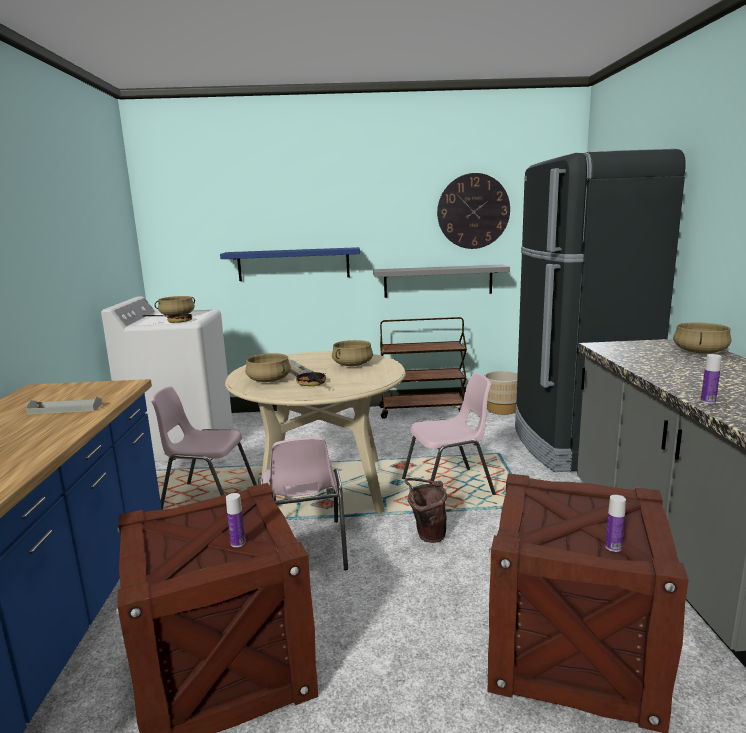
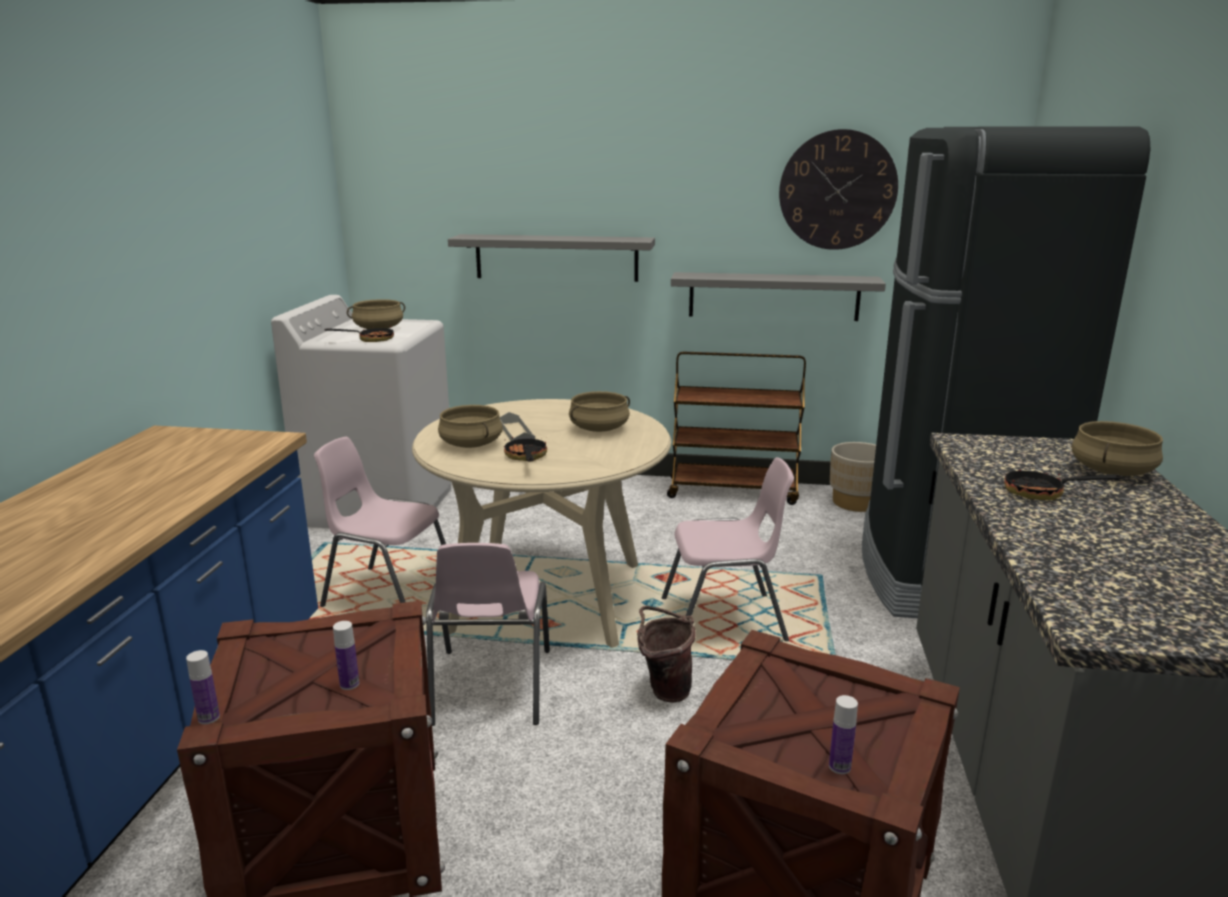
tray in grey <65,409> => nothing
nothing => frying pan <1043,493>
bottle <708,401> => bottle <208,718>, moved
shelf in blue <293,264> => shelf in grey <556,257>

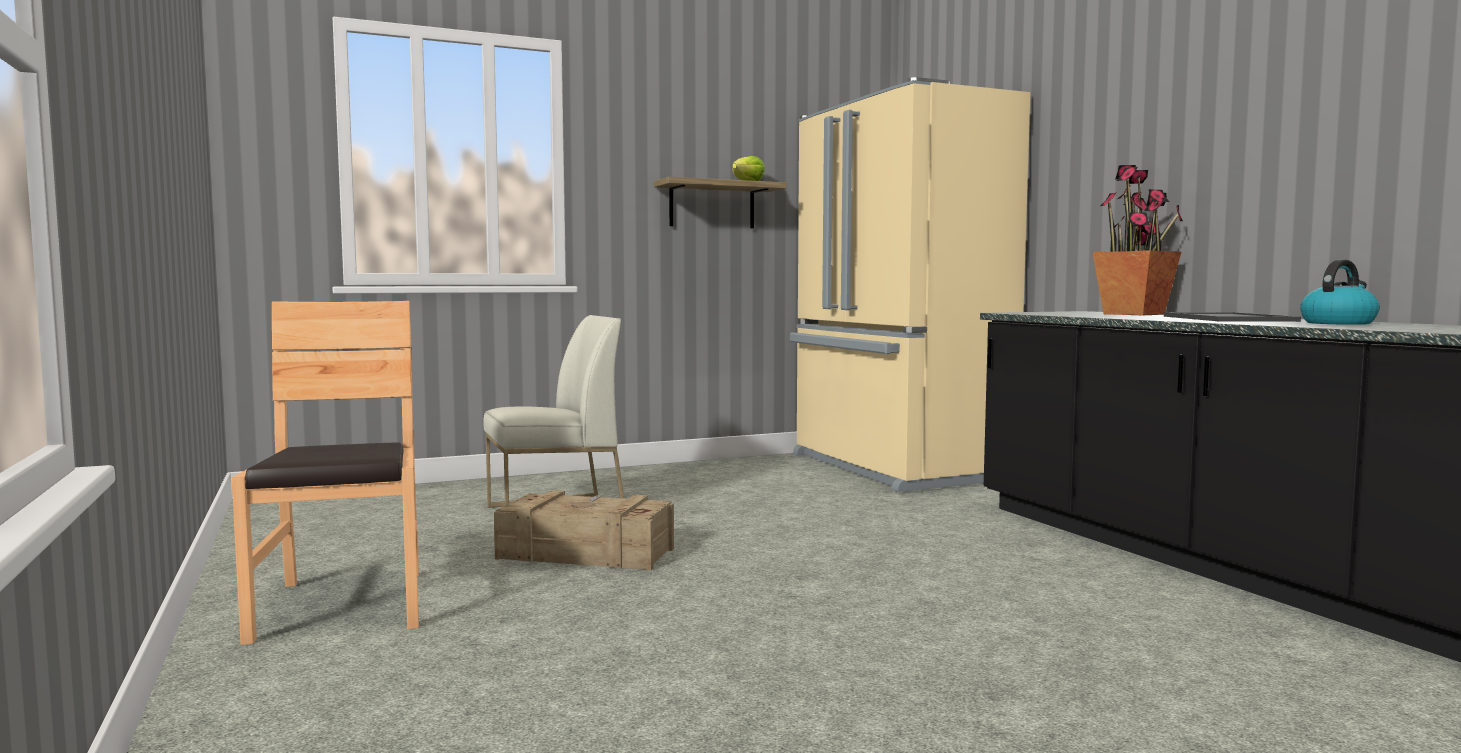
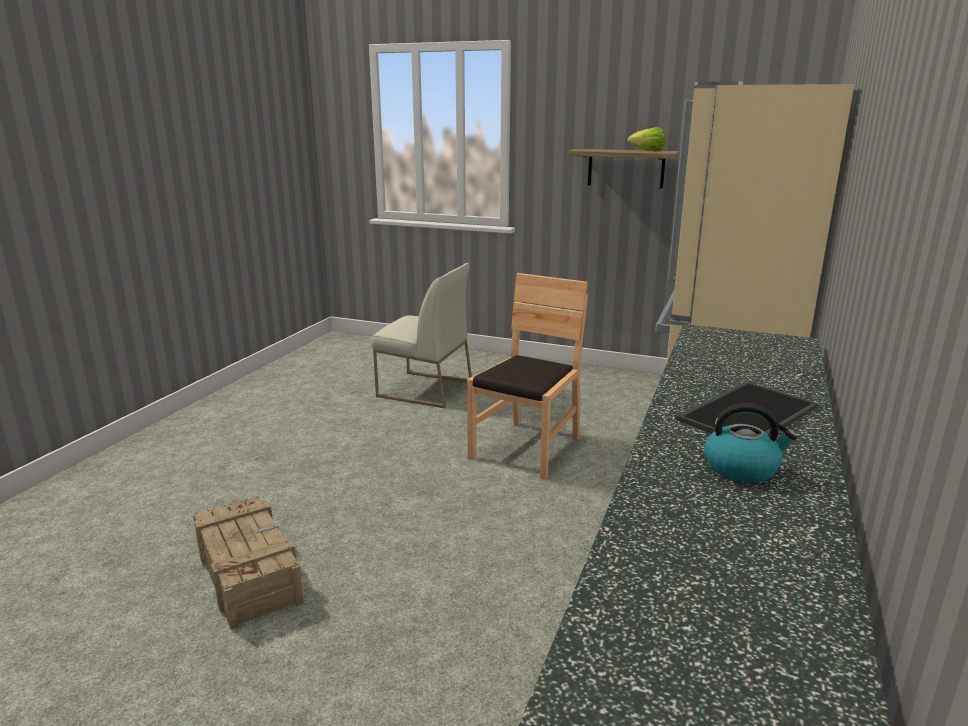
potted plant <1134,314> => nothing
chair in brown <344,605> => chair in brown <527,448>, moved
crate <585,553> => crate <249,573>, moved

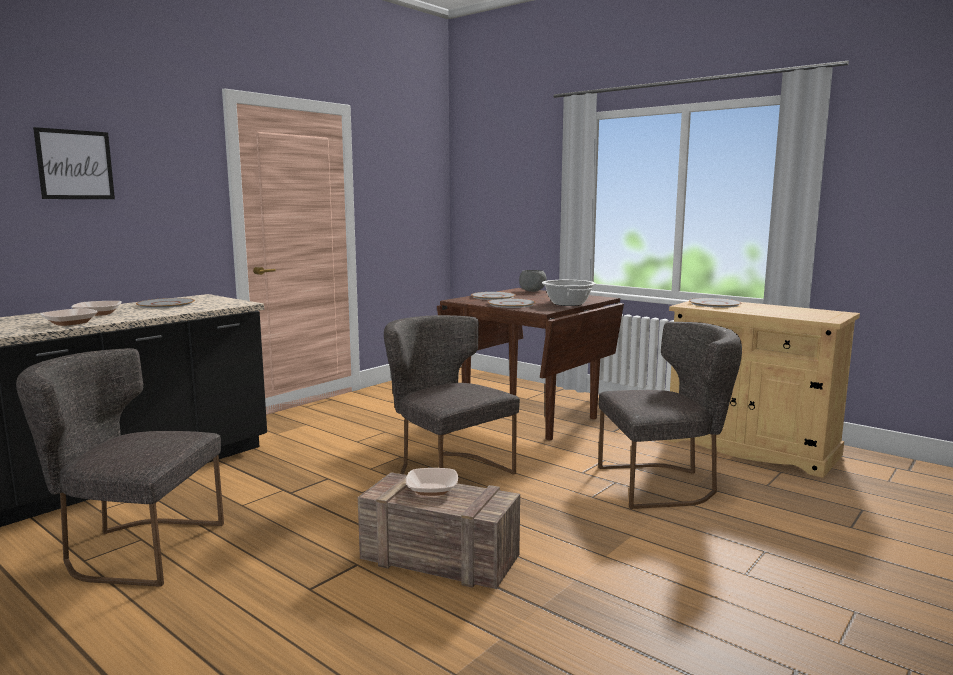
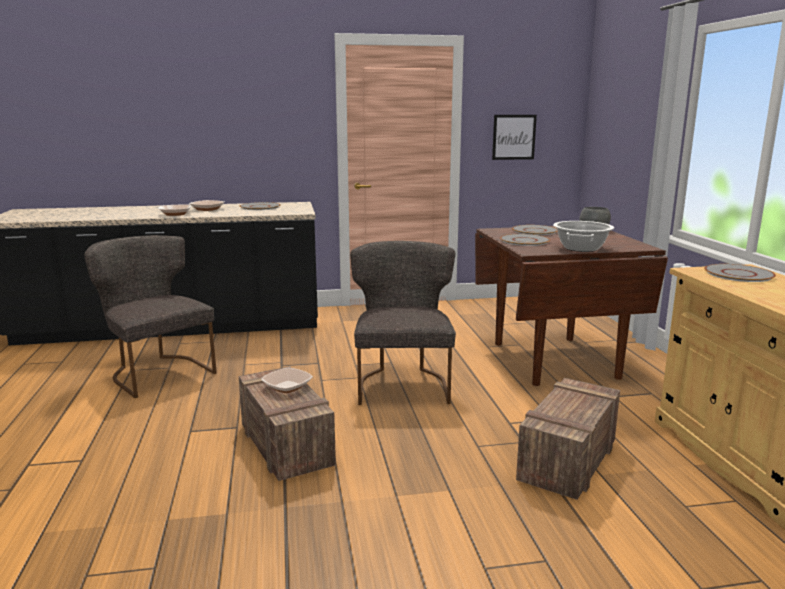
picture <75,164> => picture <514,137>, moved
chair in grey <664,484> => crate <567,461>

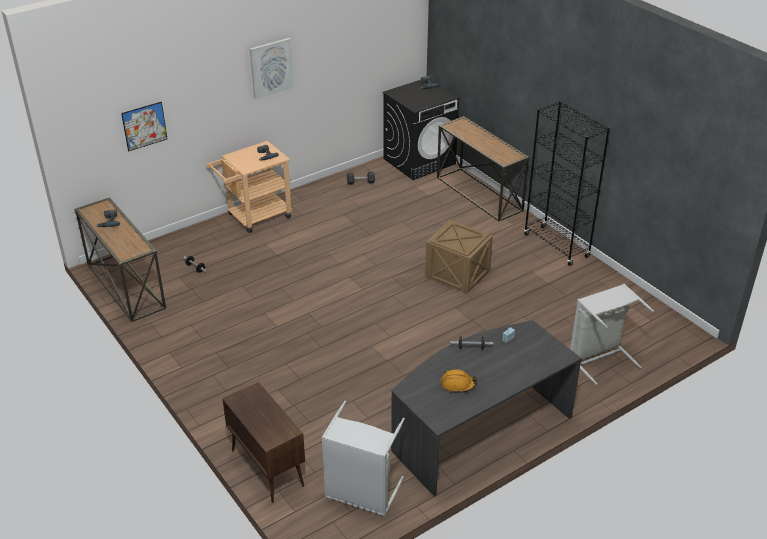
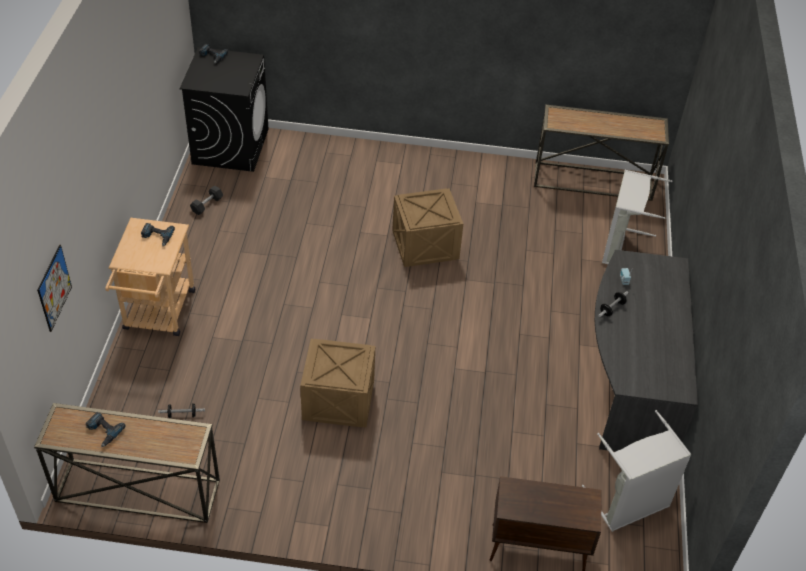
picture <271,68> => nothing
hard hat in orange <457,384> => nothing
bookcase in black <556,246> => nothing
nothing => crate <339,401>
console table <479,193> => console table <593,180>, moved

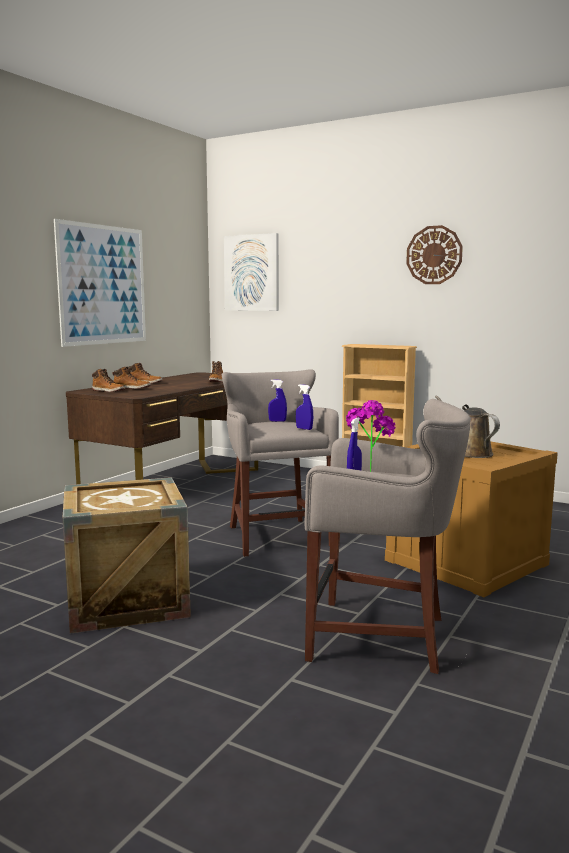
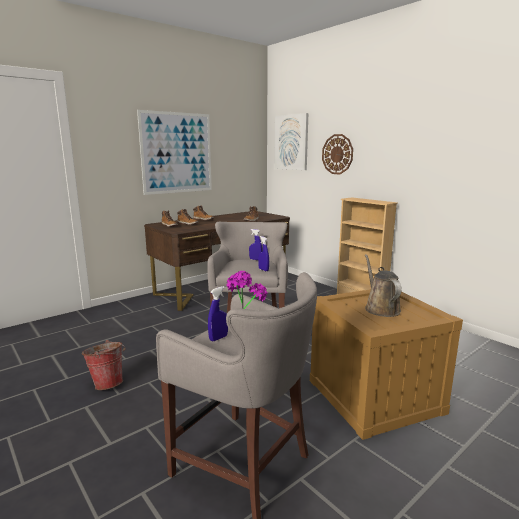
wall clock <434,255> => wall clock <337,154>, moved
crate <127,600> => bucket <108,383>

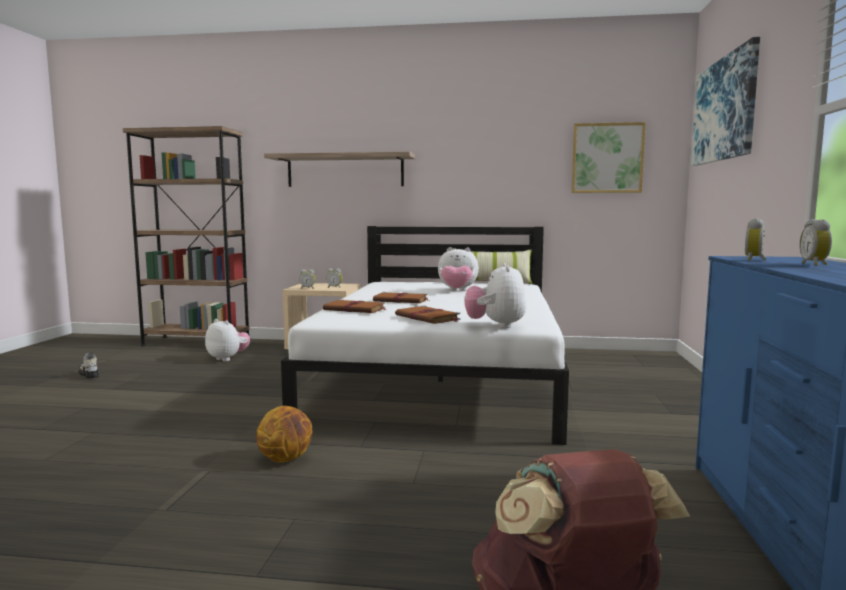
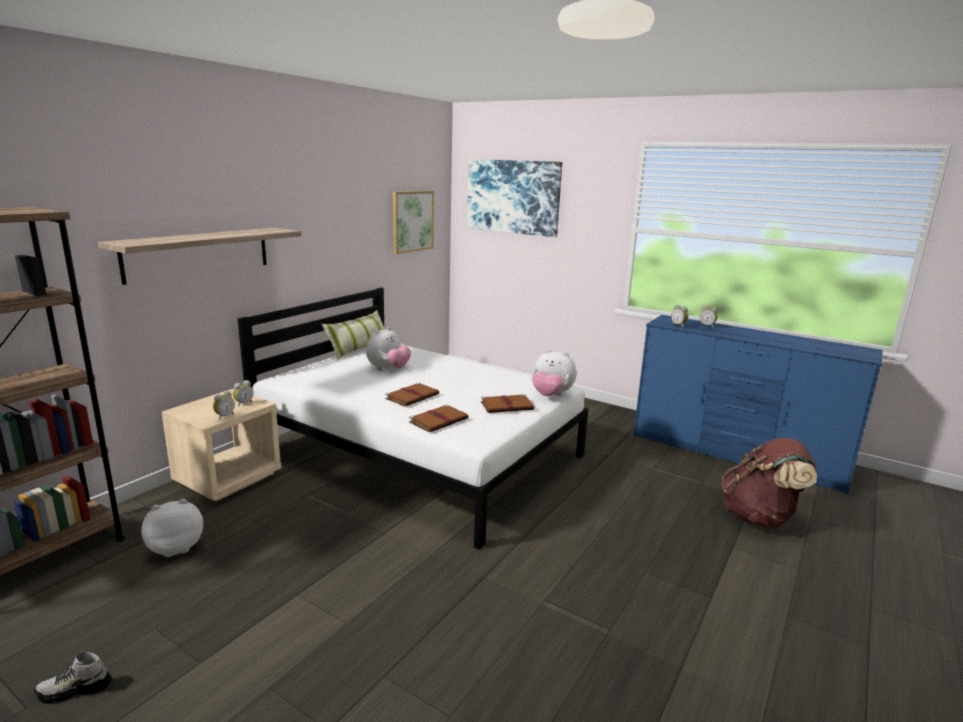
basketball <286,459> => nothing

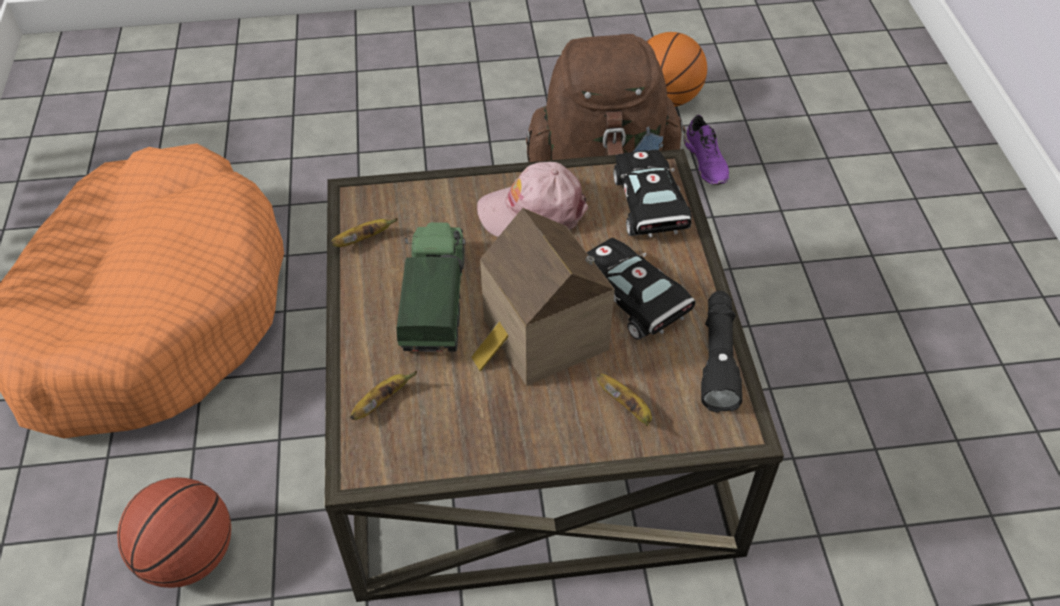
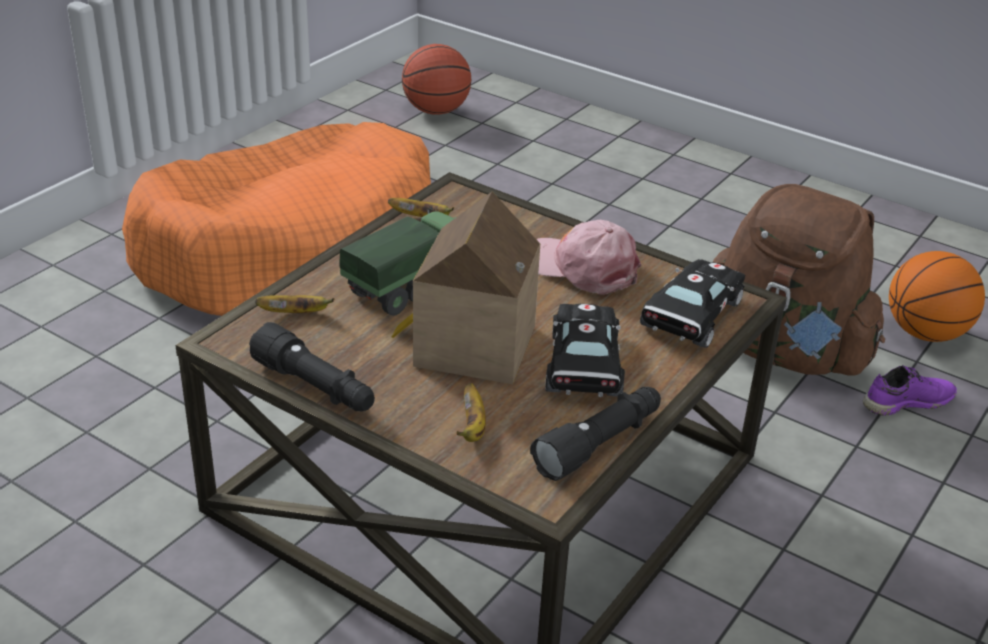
nothing => flashlight in black <315,387>
basketball <189,555> => basketball <436,111>, moved
shoe in purple <706,162> => shoe in purple <906,401>, 135 degrees counterclockwise

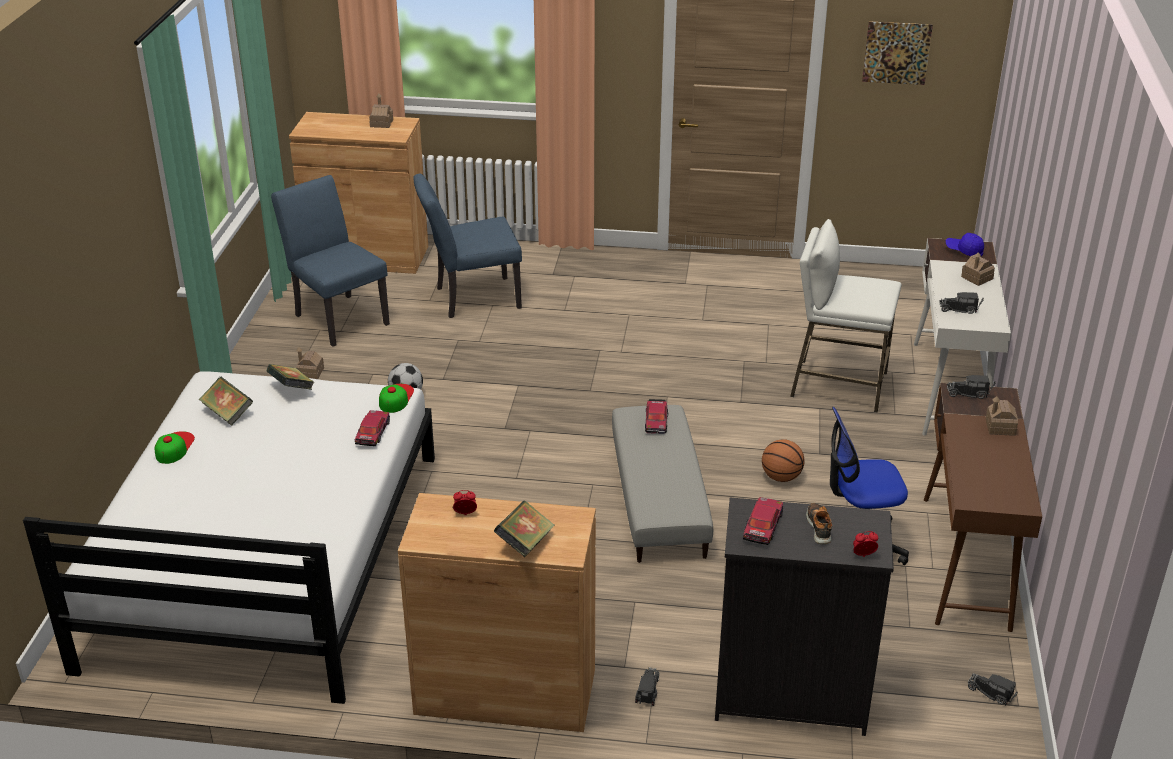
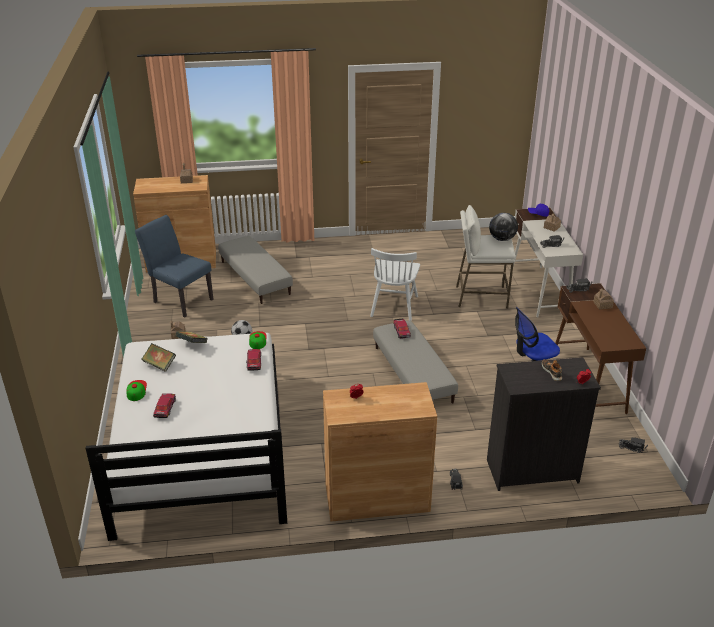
book <525,543> => nothing
basketball <781,477> => nothing
picture <896,53> => nothing
nothing => chair in white <394,306>
nothing => globe <502,239>
toy car <762,527> => toy car <164,409>, moved
chair in blue <471,298> => ottoman in grey <255,278>

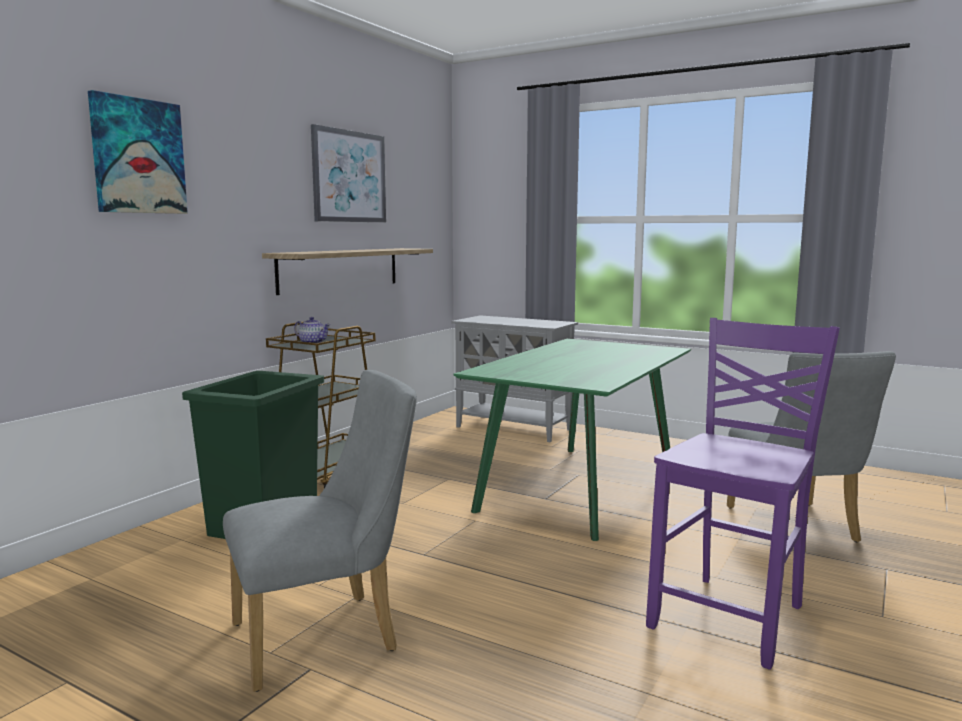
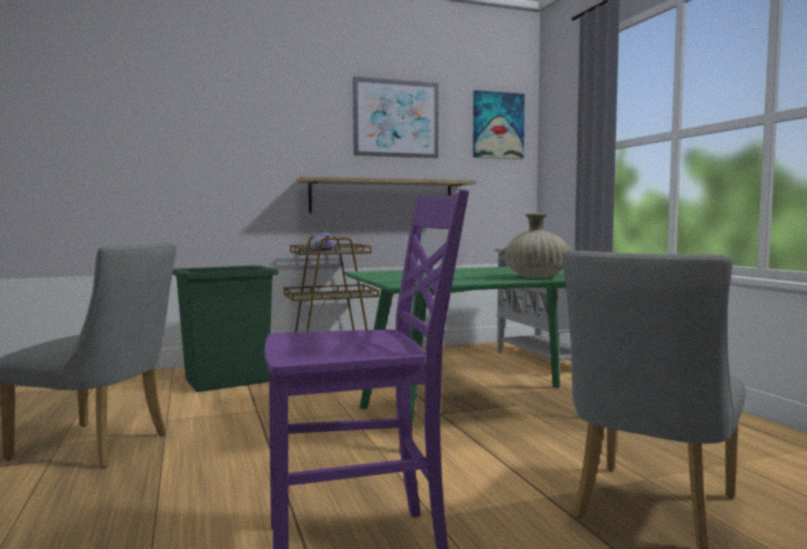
nothing => vase in beige <536,277>
picture <138,156> => picture <497,125>, moved

